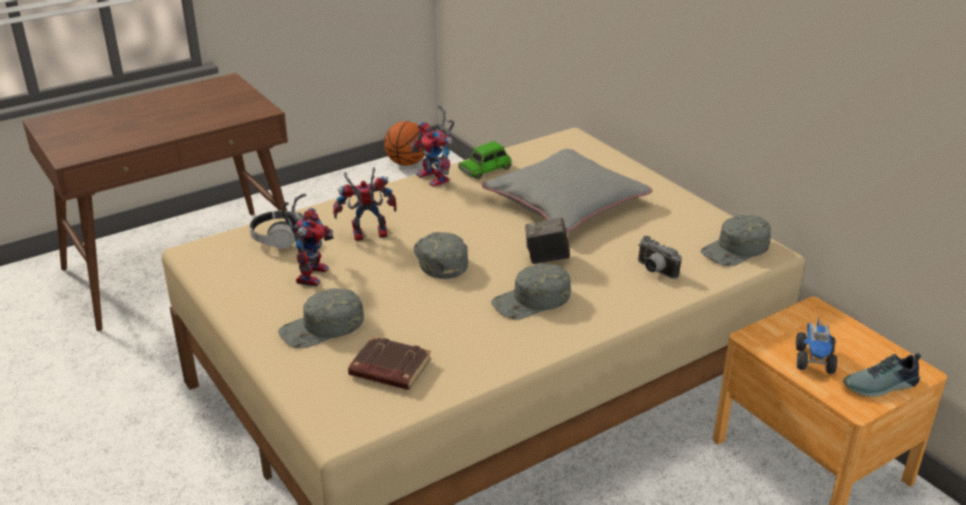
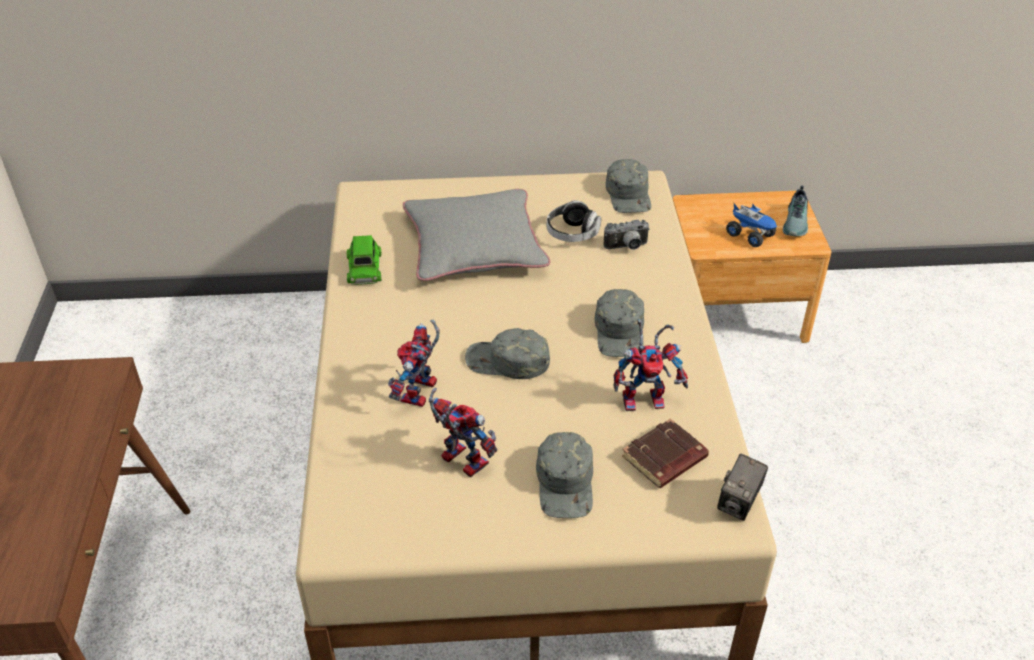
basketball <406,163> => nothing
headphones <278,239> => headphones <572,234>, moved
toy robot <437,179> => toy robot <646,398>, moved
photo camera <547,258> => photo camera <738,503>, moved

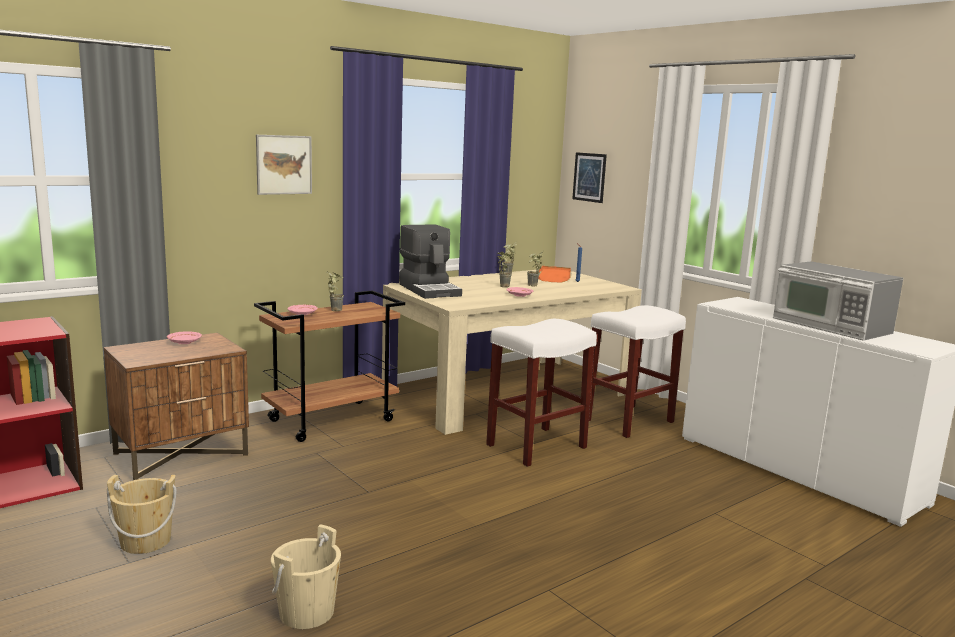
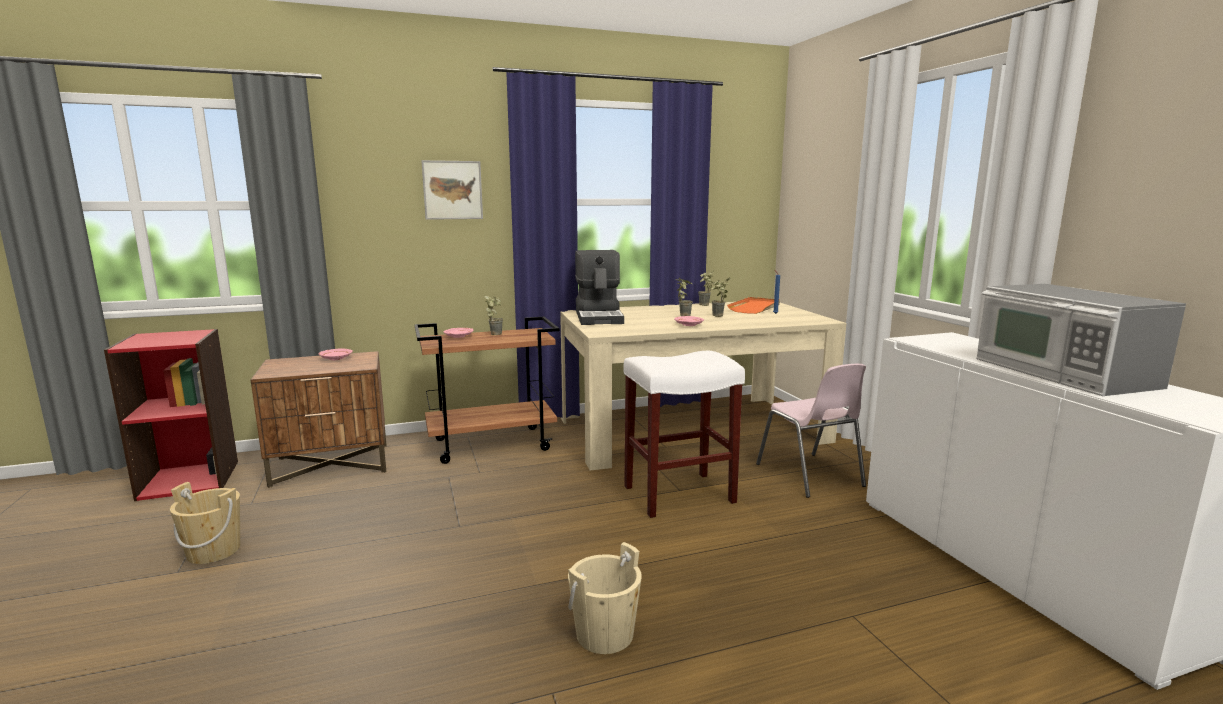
picture <589,177> => nothing
bucket in beige <306,612> => bucket in beige <605,634>, moved
stool in white <628,421> => chair in pink <810,475>

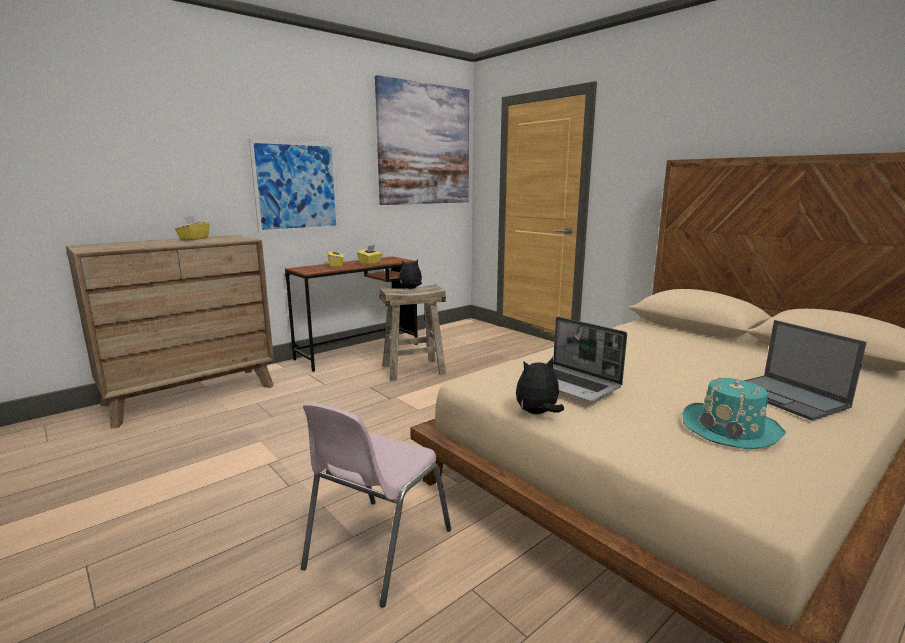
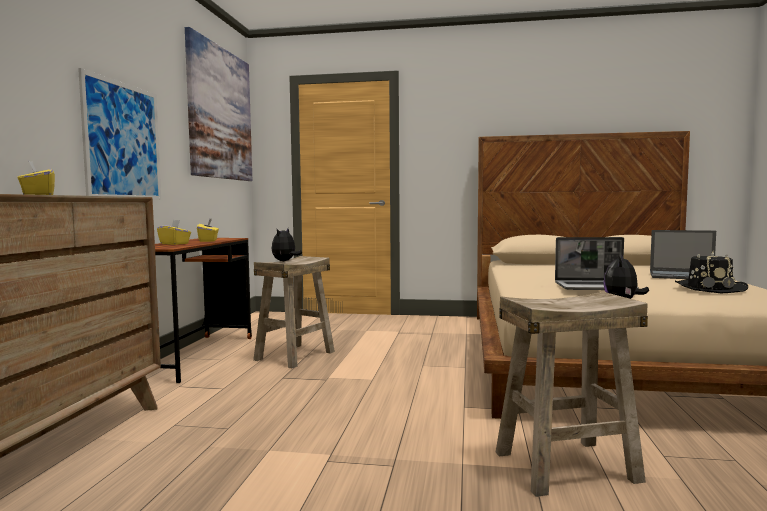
chair in pink <376,549> => stool in beige <566,467>
hat in turquoise <731,428> => hat in black <710,288>

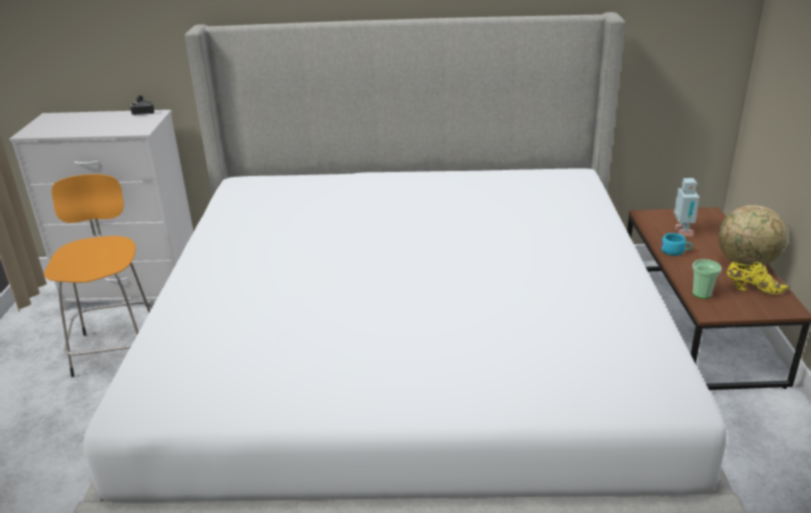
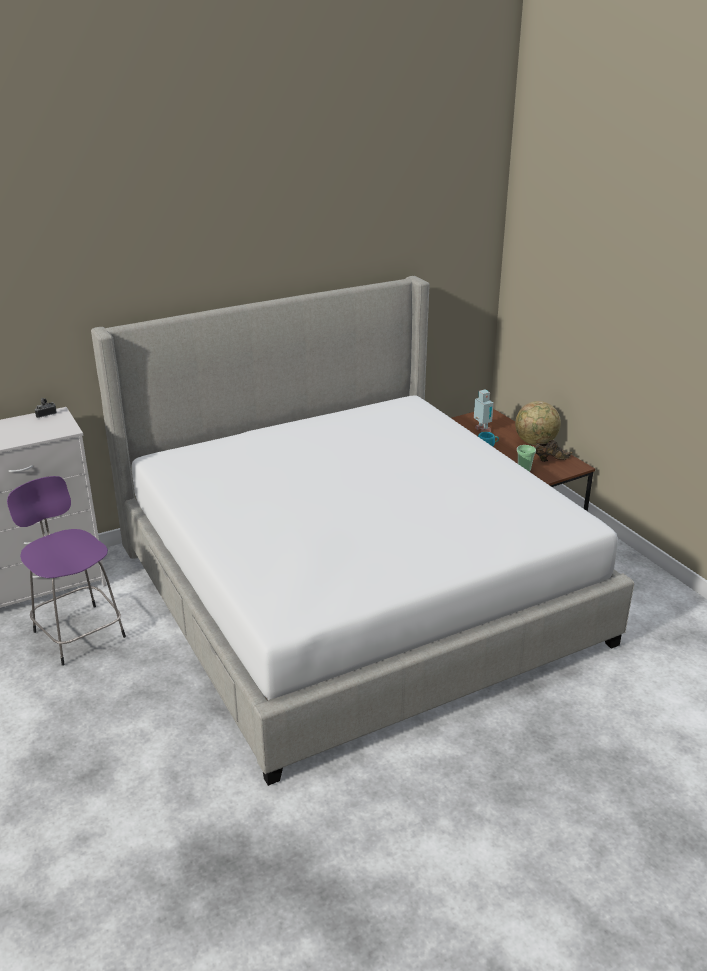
stool in orange <116,347> => stool in purple <78,632>
shoe in yellow <753,289> => shoe in brown <551,459>

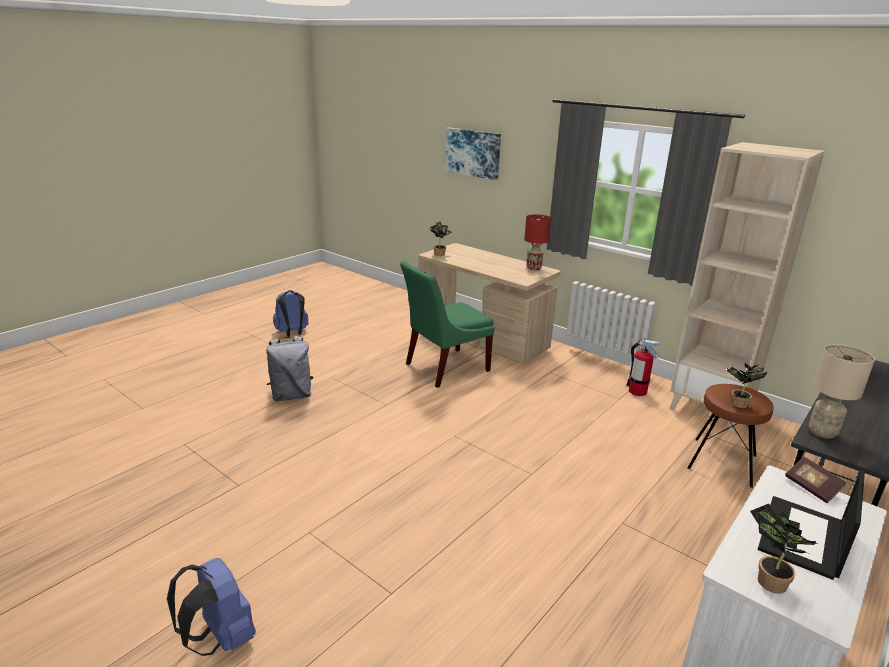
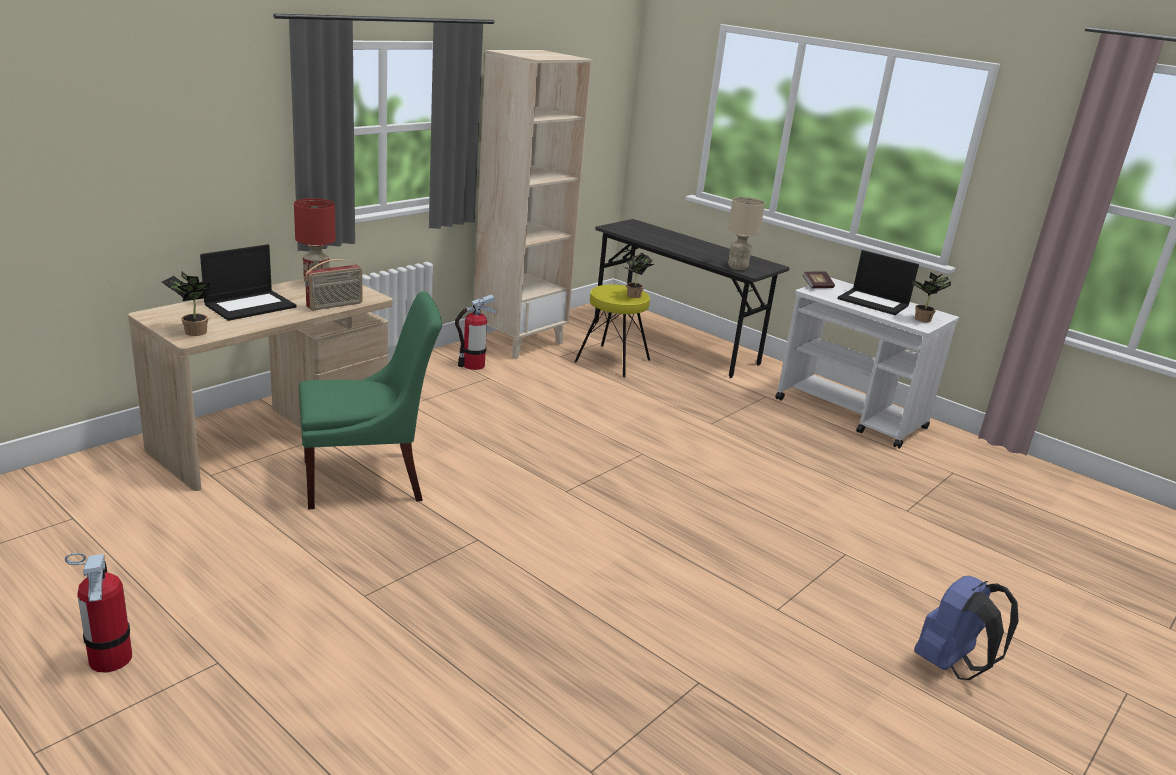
backpack in grey <291,395> => nothing
picture <473,153> => nothing
nothing => laptop <250,305>
nothing => radio <335,305>
backpack in blue <292,333> => fire extinguisher <110,658>
stool in brown <721,461> => stool in yellow <612,361>
chair in green <444,368> => chair in green <369,480>, 75 degrees counterclockwise

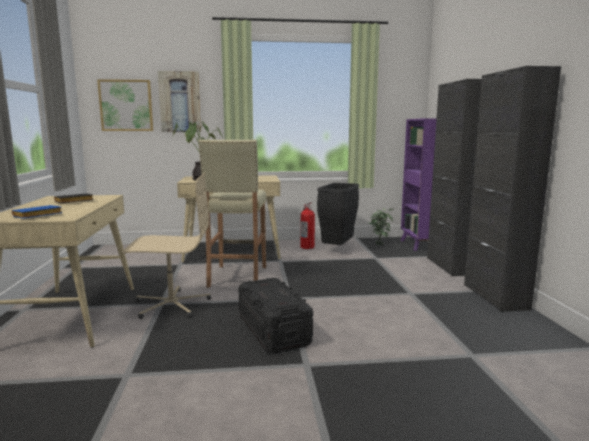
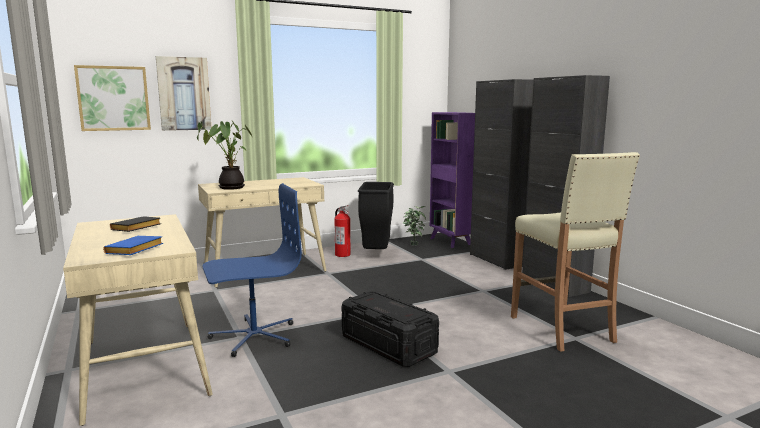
stool in beige <237,277> => stool in beige <562,329>, moved
office chair in beige <171,304> => office chair in blue <253,336>

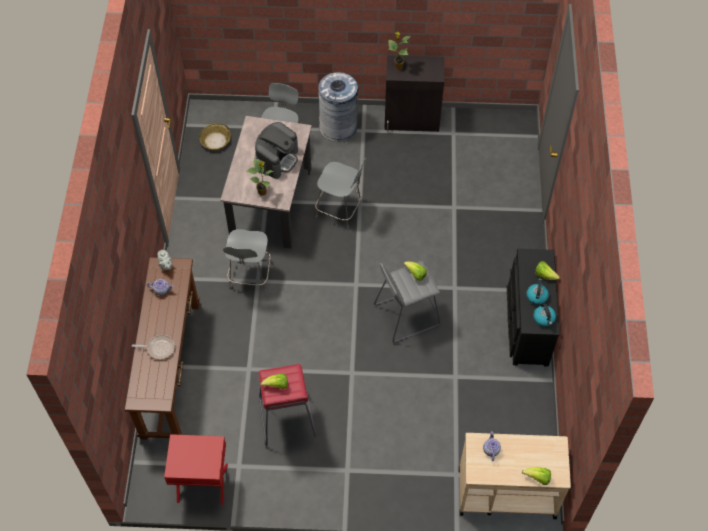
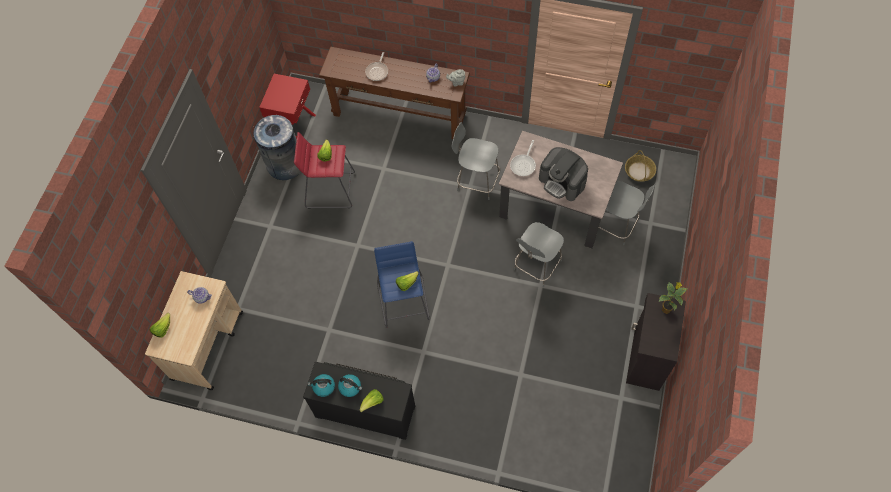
trash can in grey <338,127> => trash can in grey <285,165>, moved
potted plant <262,192> => frying pan <524,164>
stool in grey <406,315> => stool in blue <403,301>

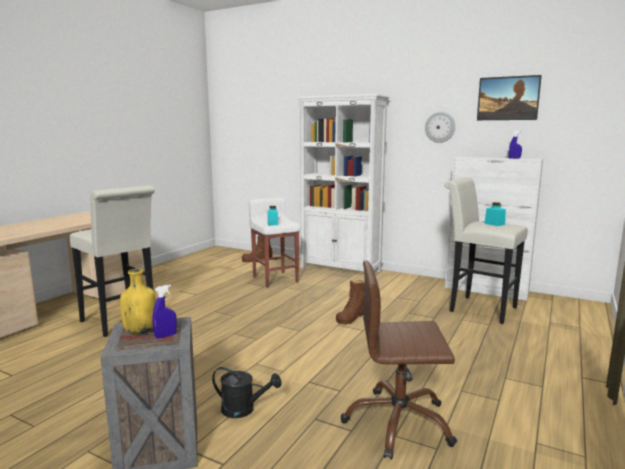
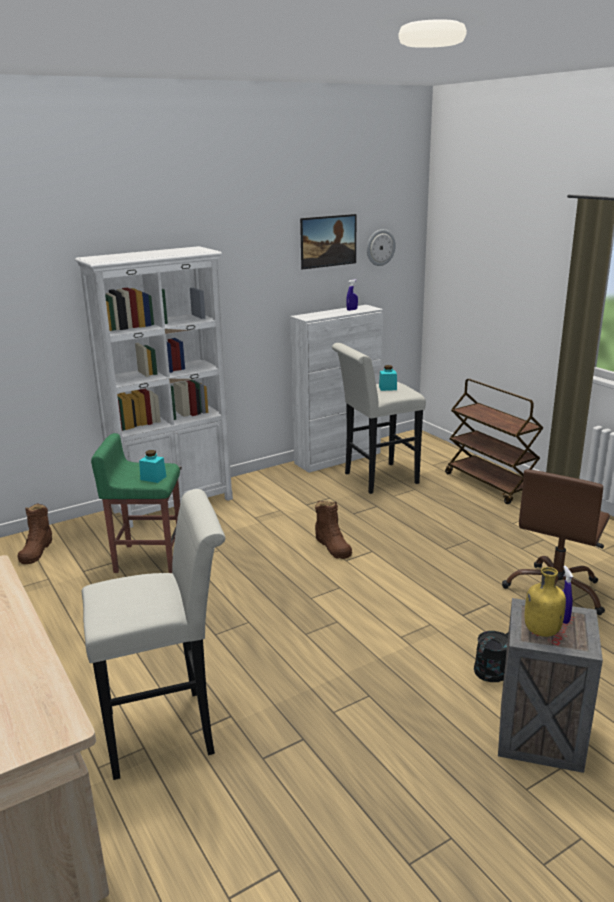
nothing => cart in brown <490,484>
wall clock <440,127> => wall clock <380,247>, moved
stool in white <275,279> => stool in green <148,558>

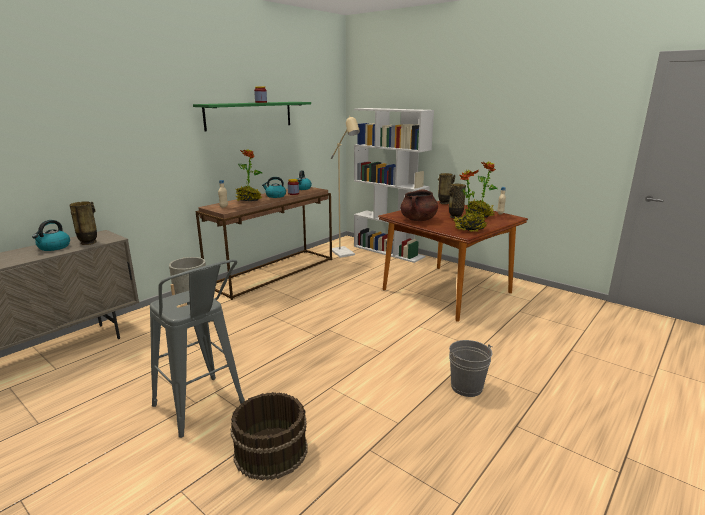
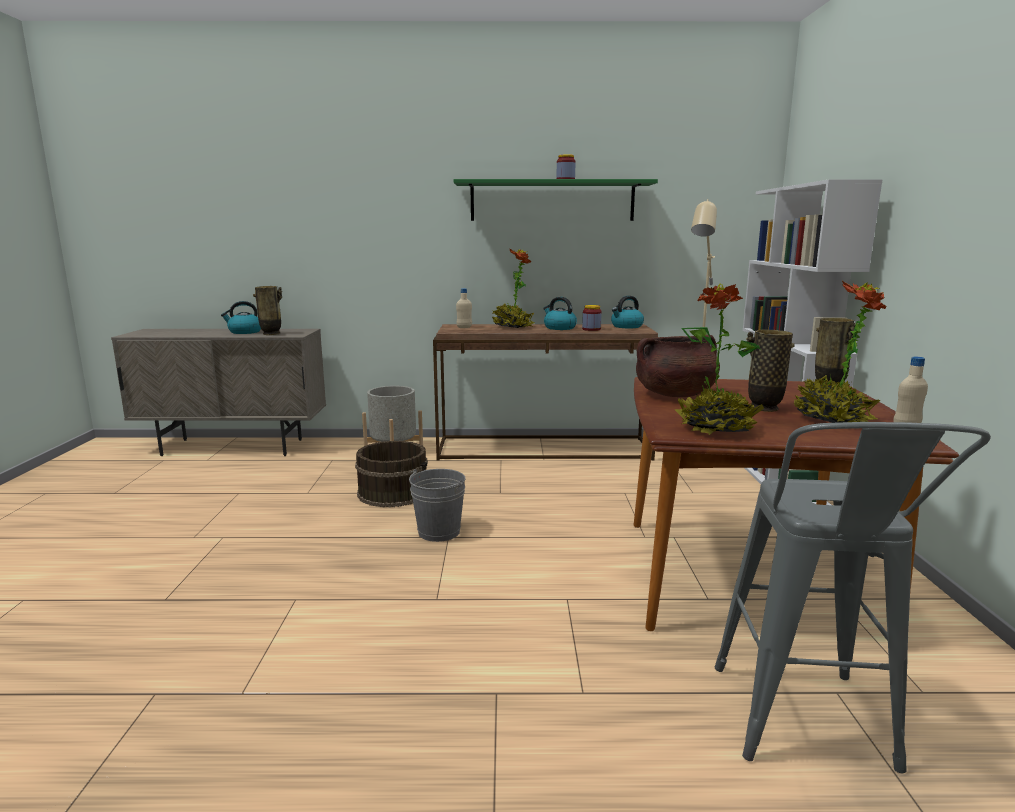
stool in grey <203,410> => stool in grey <806,730>, moved
bucket in brown <270,451> => bucket in brown <393,492>, moved
bucket in grey <466,387> => bucket in grey <439,532>, moved

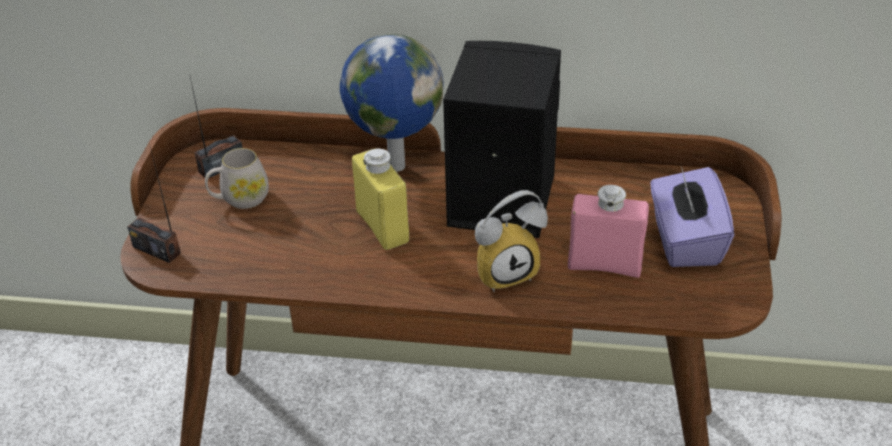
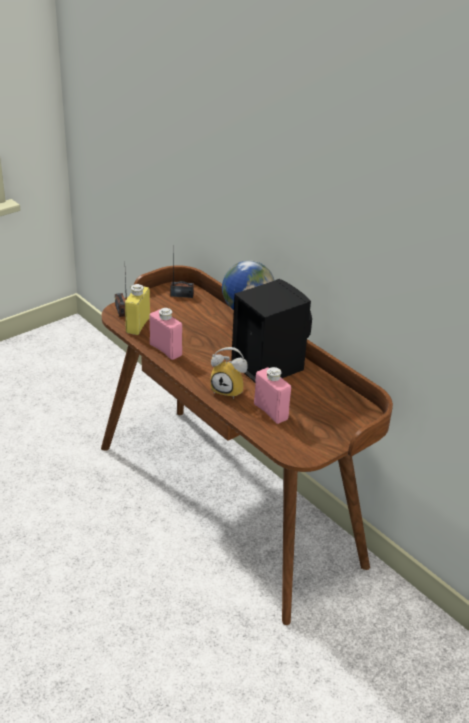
mug in white <240,199> => nothing
tissue box in purple <684,241> => nothing
nothing => bottle in pink <165,350>
bottle in yellow <382,227> => bottle in yellow <138,325>, moved

